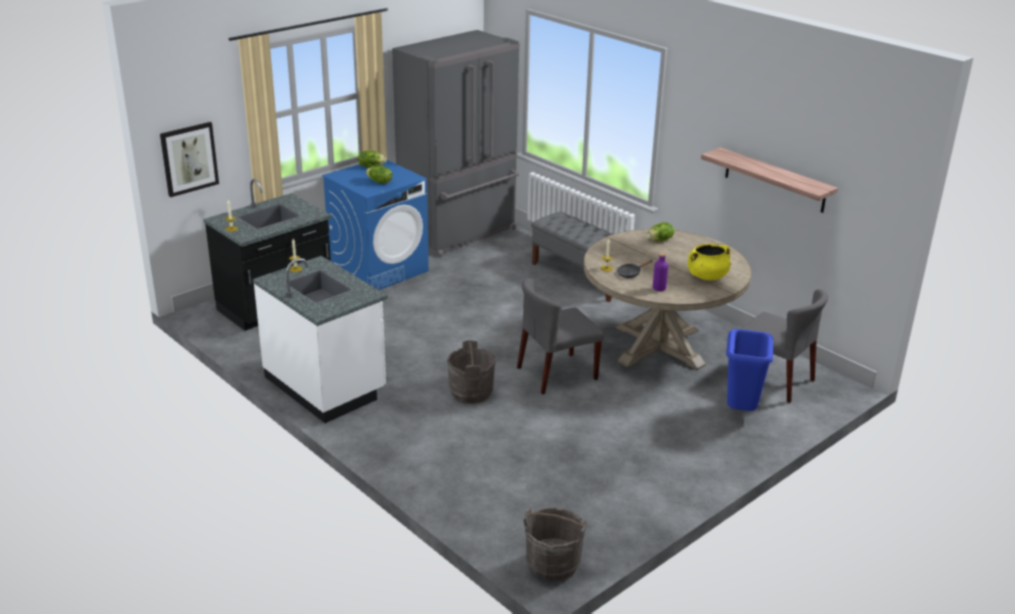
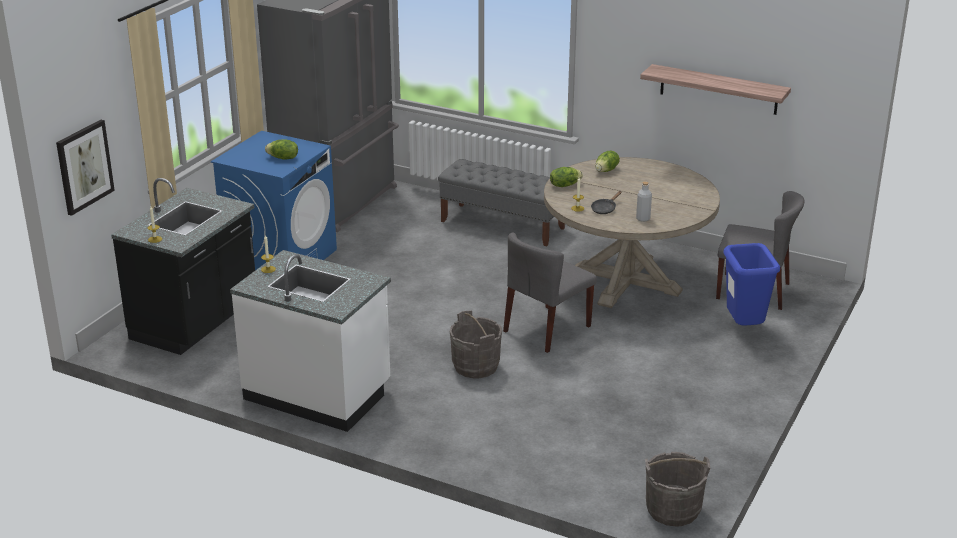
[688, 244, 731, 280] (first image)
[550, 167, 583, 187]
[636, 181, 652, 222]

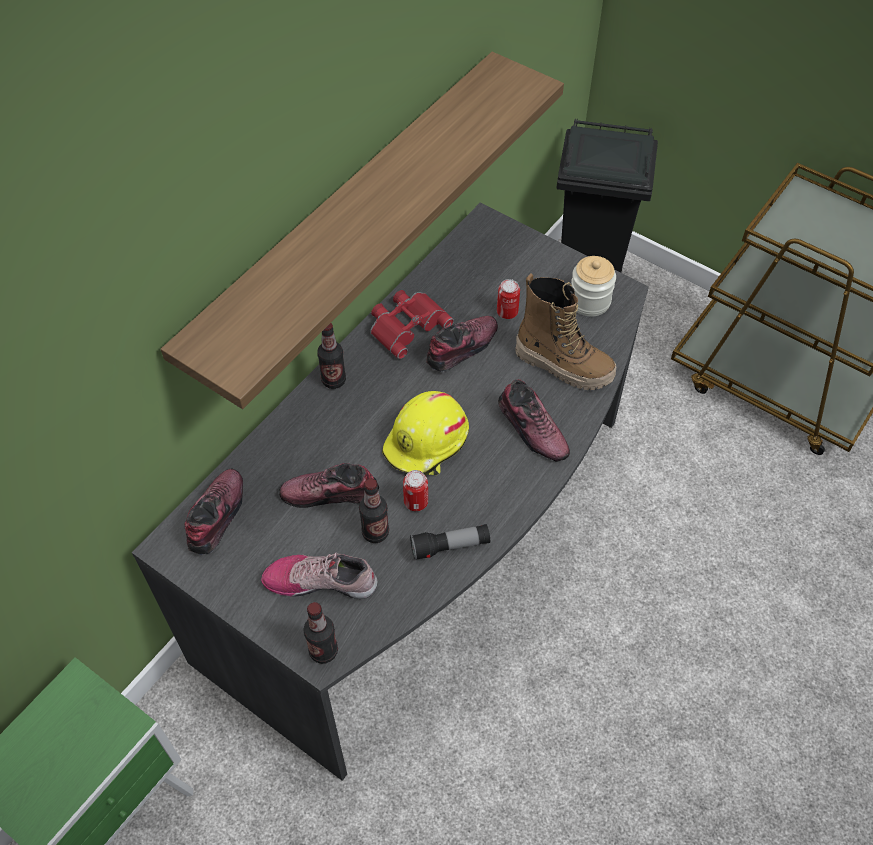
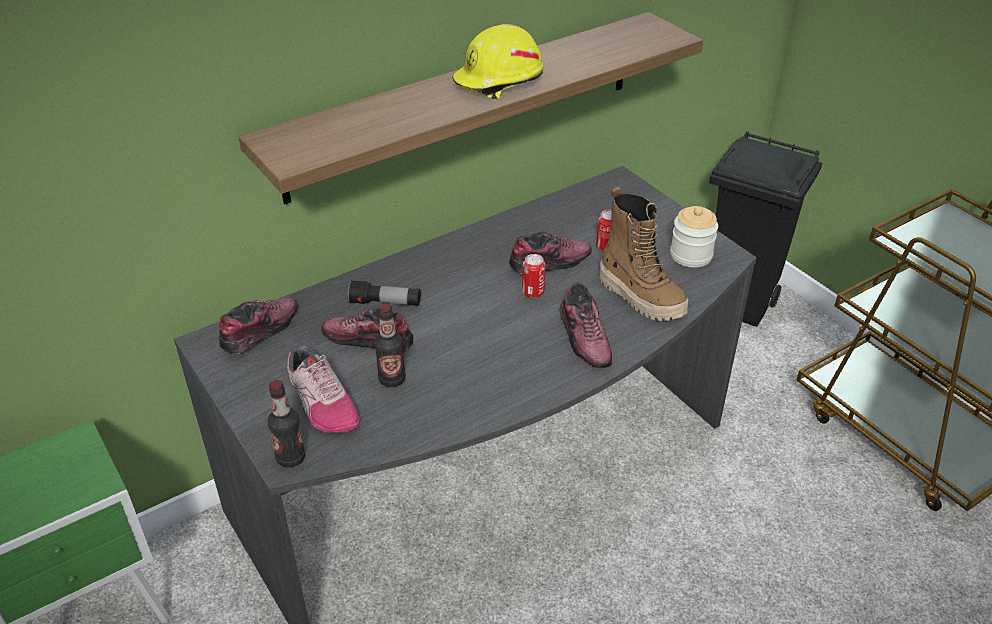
[317, 323, 346, 389] (first image)
[370, 290, 454, 359] (first image)
[452, 24, 544, 99]
[522, 254, 545, 298]
[347, 280, 421, 306]
[287, 346, 360, 433]

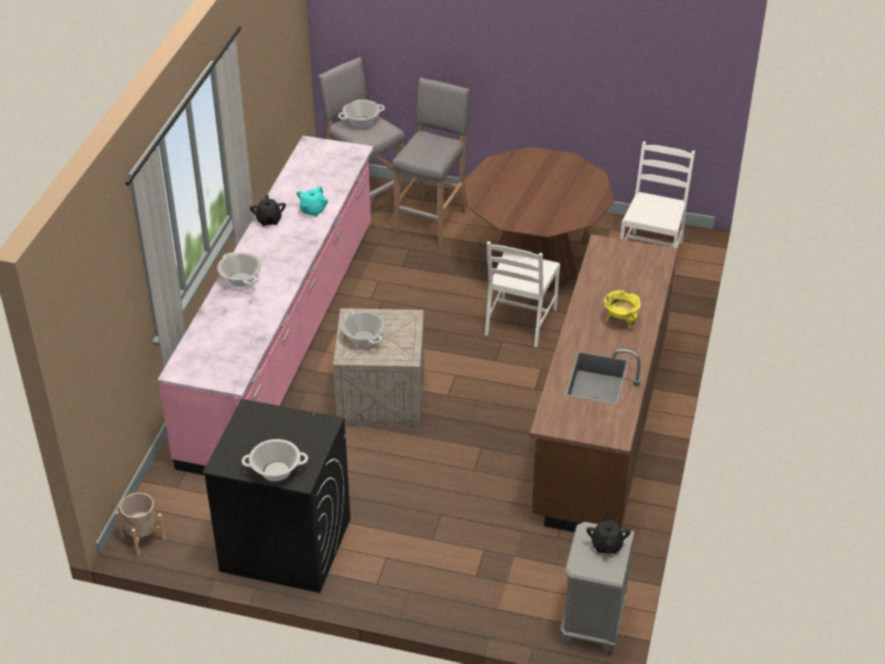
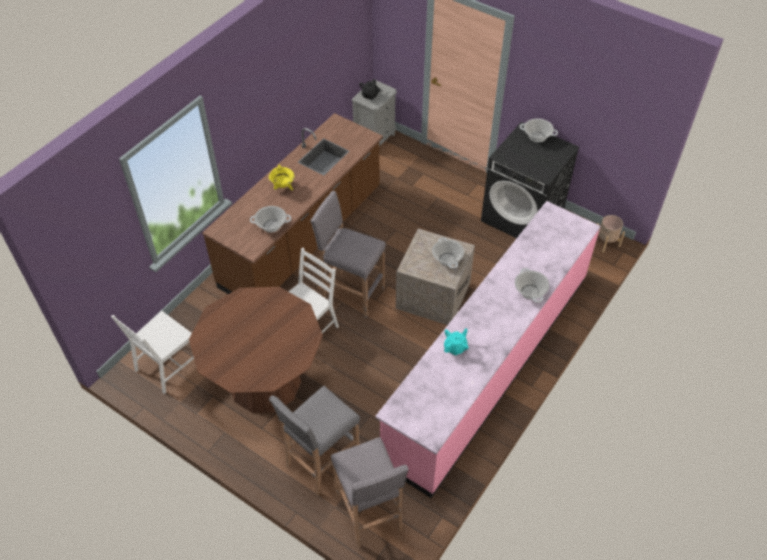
[250, 195, 286, 226] (first image)
[310, 191, 386, 318]
[250, 206, 292, 233]

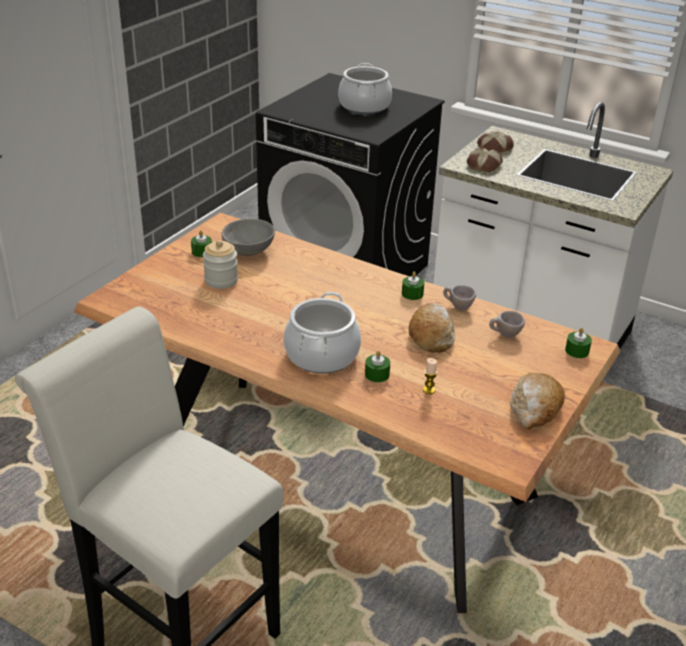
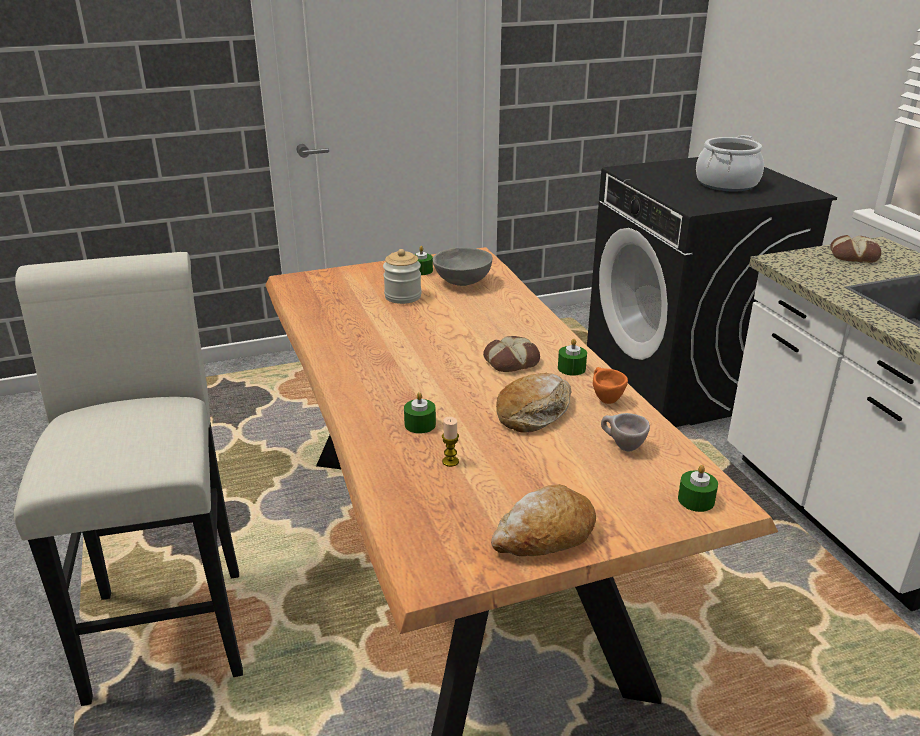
[284, 292, 361, 373] (first image)
[483, 336, 540, 372]
[593, 367, 628, 404]

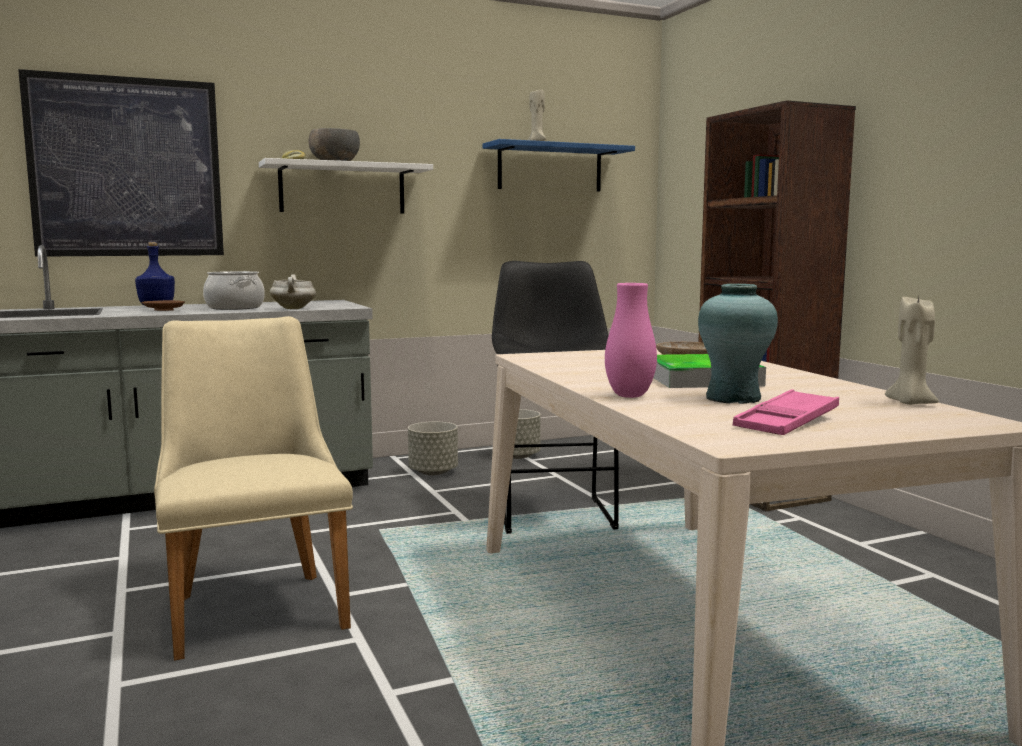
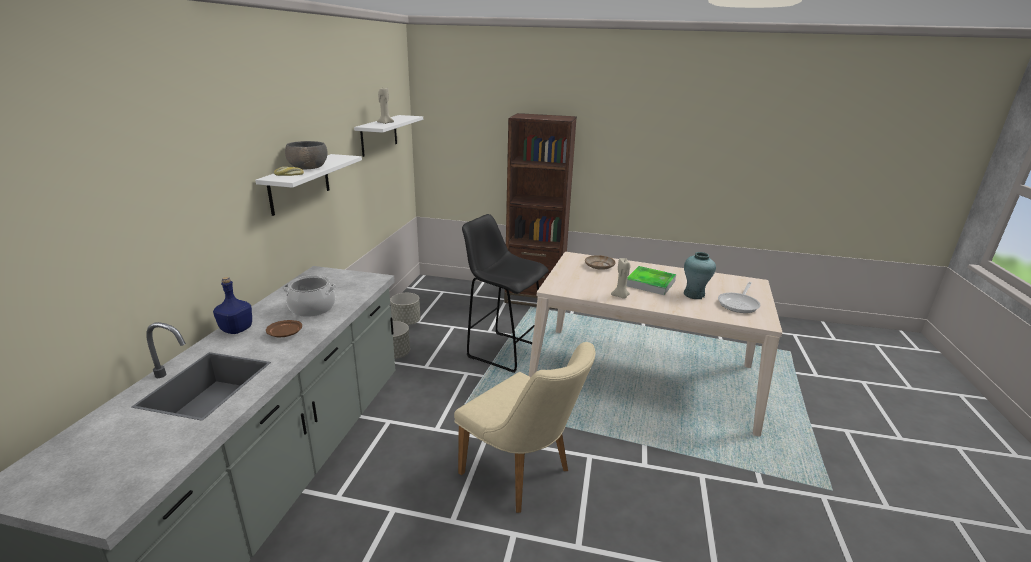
[18, 69, 224, 257] (first image)
[270, 274, 316, 309] (first image)
[605, 283, 657, 398] (first image)
[611, 258, 631, 299]
[718, 282, 761, 313]
[354, 115, 423, 157]
[454, 342, 596, 513]

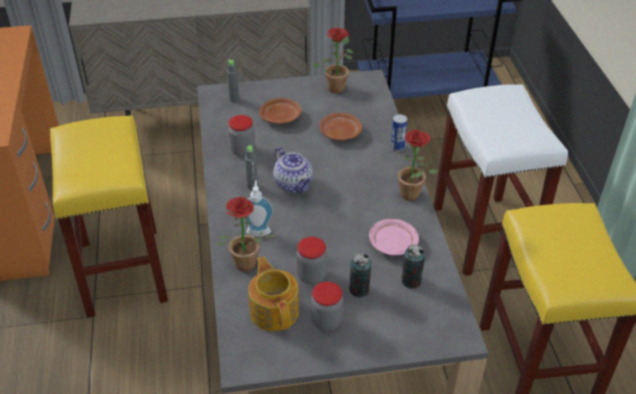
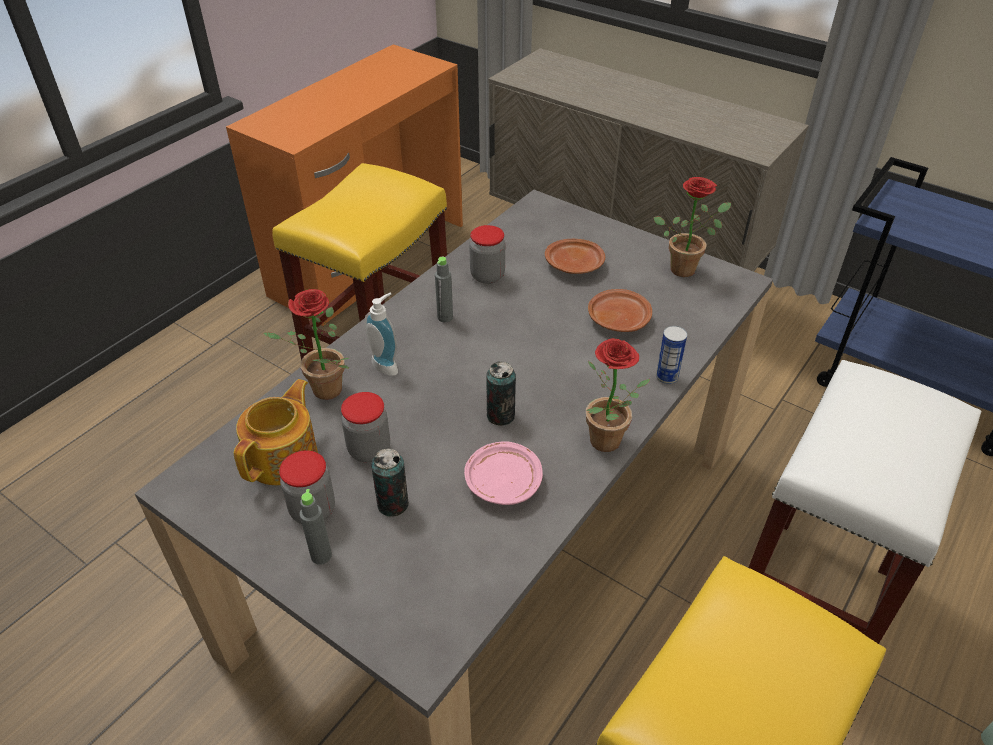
[273, 147, 313, 193] (first image)
[300, 489, 332, 565]
[486, 361, 516, 426]

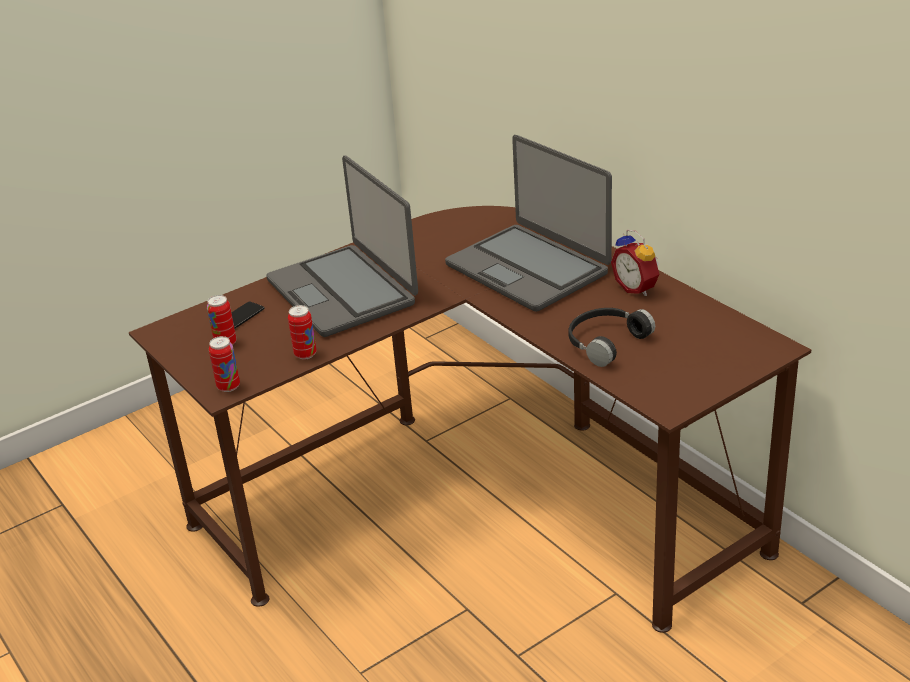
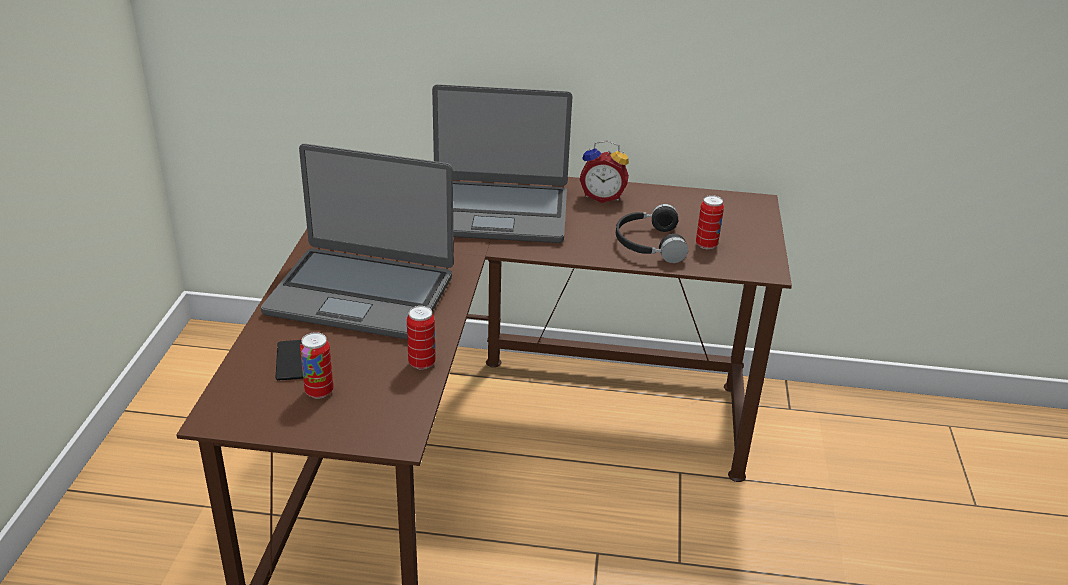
[696, 195, 724, 249]

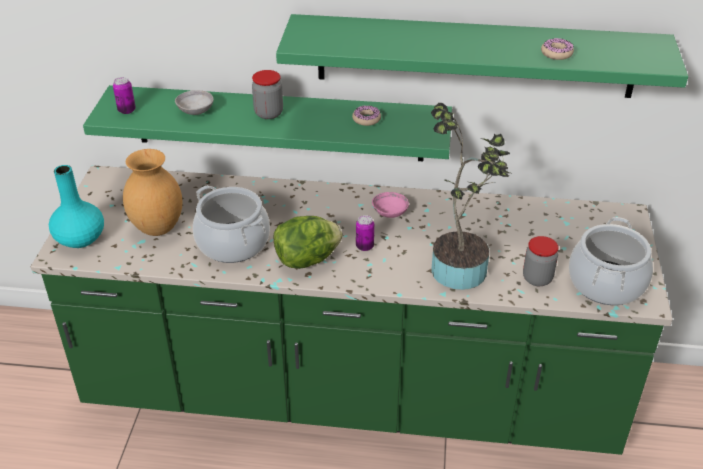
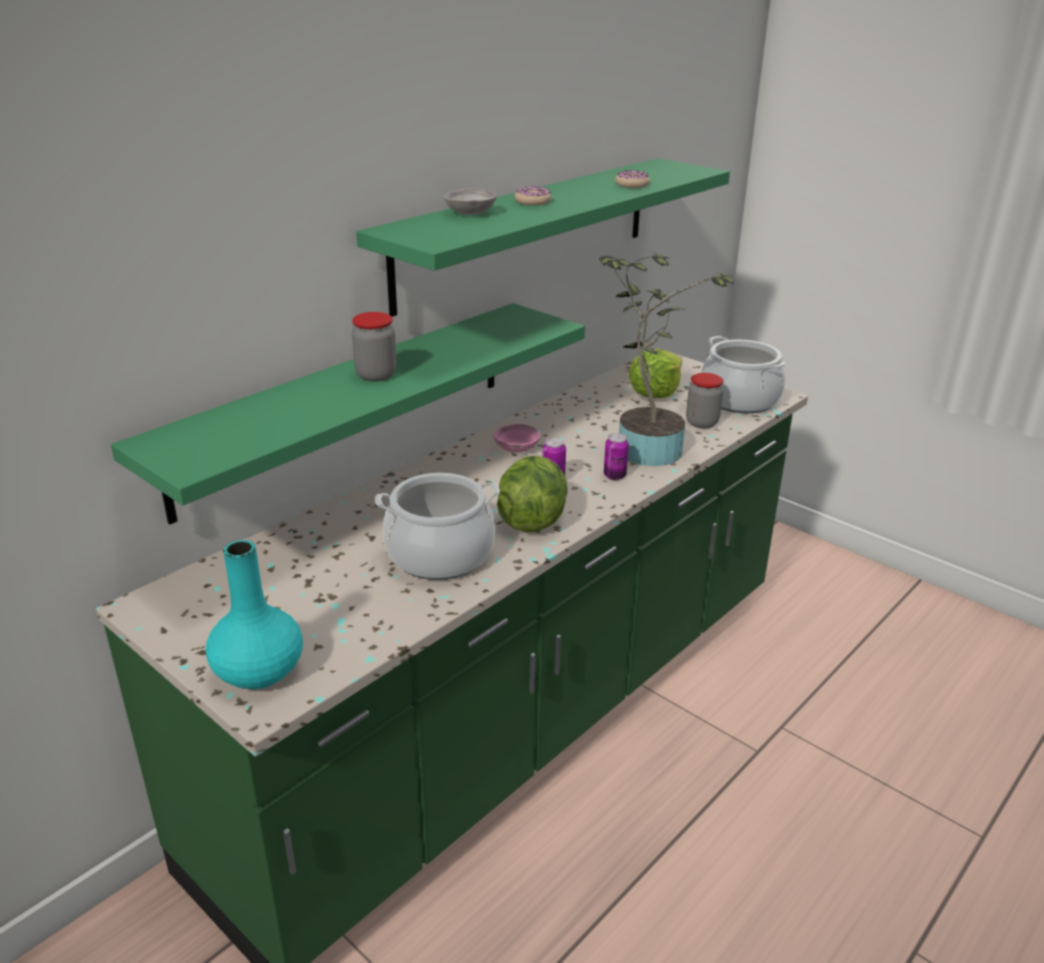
[123, 149, 182, 236] (first image)
[629, 349, 682, 398]
[604, 433, 629, 480]
[444, 188, 497, 215]
[514, 186, 551, 205]

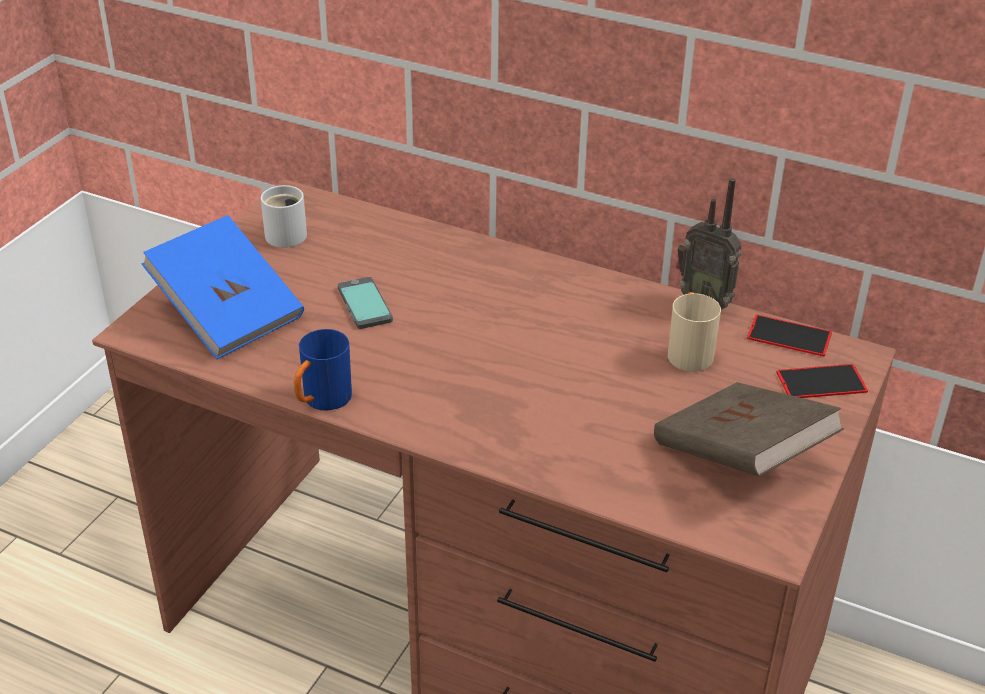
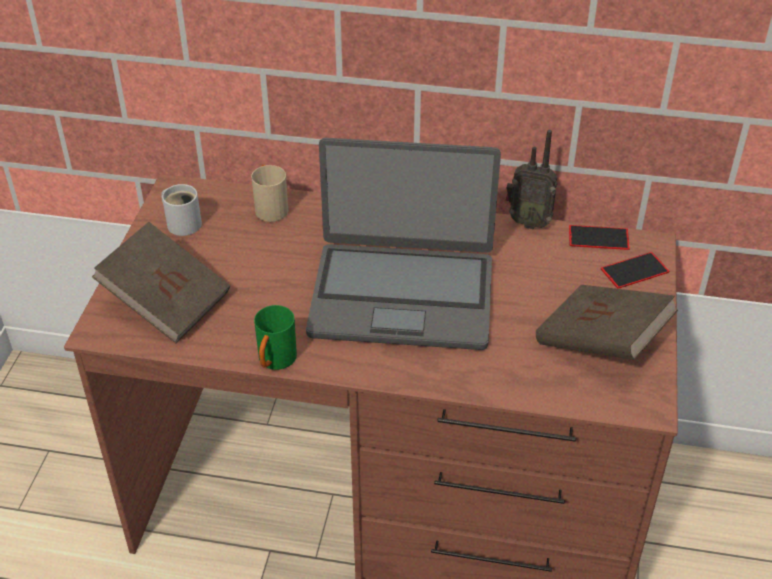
[338, 277, 393, 329] (first image)
[306, 138, 501, 350]
[251, 165, 288, 222]
[92, 222, 230, 343]
[254, 305, 297, 370]

